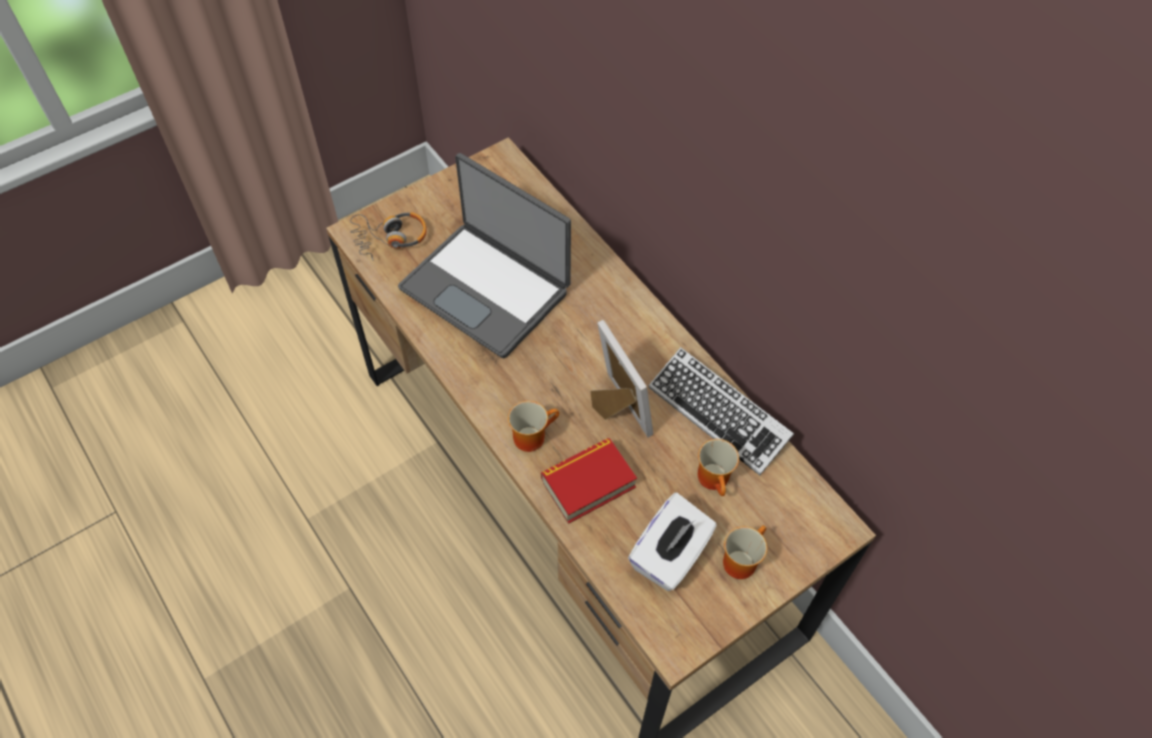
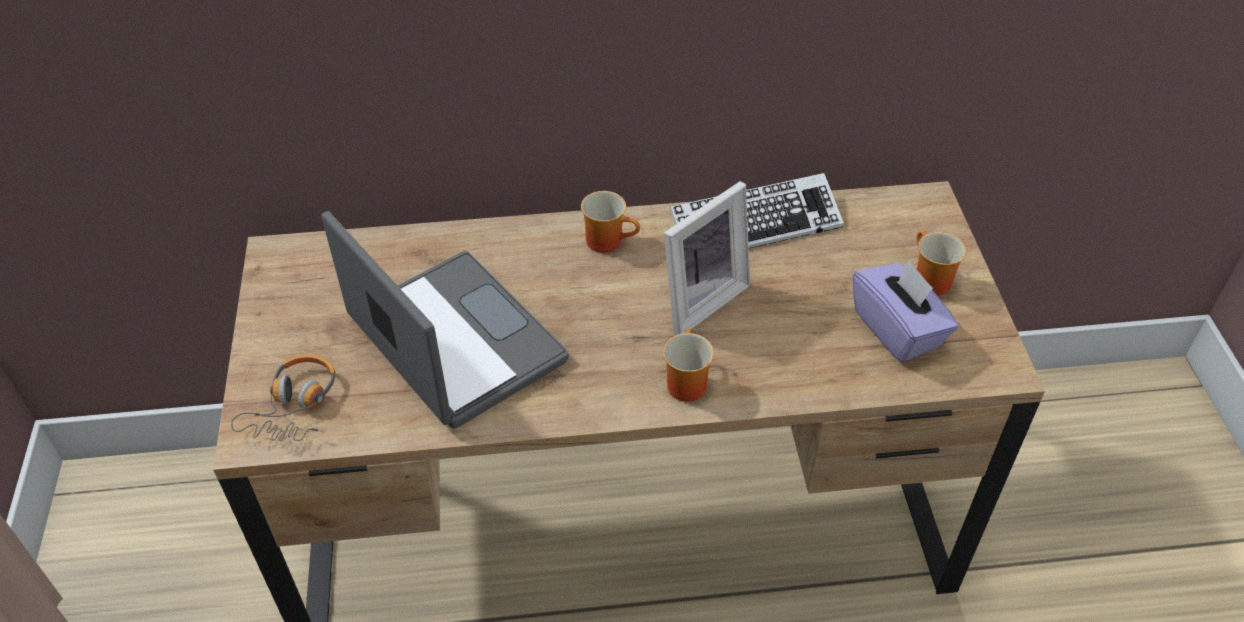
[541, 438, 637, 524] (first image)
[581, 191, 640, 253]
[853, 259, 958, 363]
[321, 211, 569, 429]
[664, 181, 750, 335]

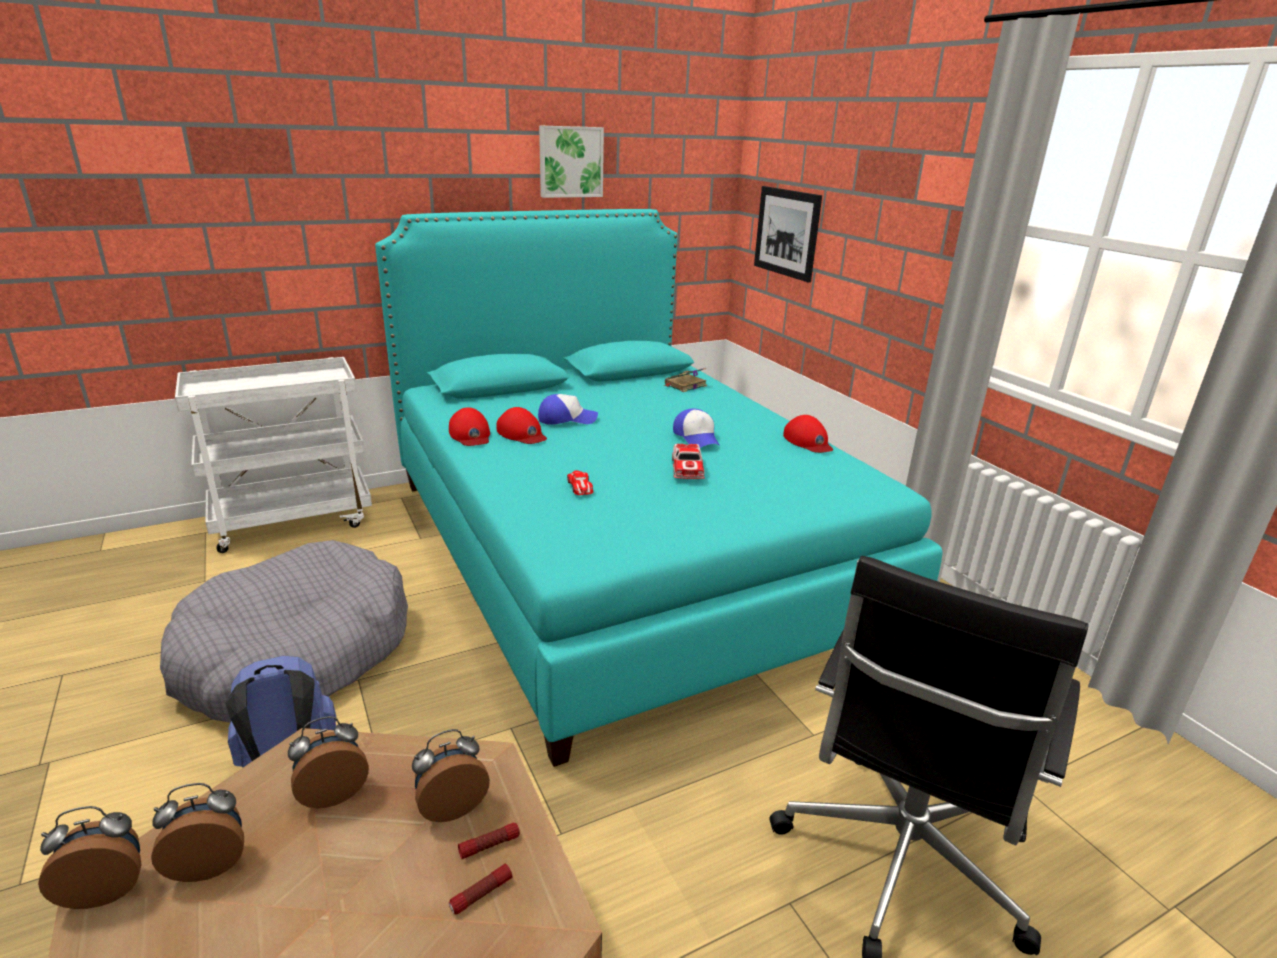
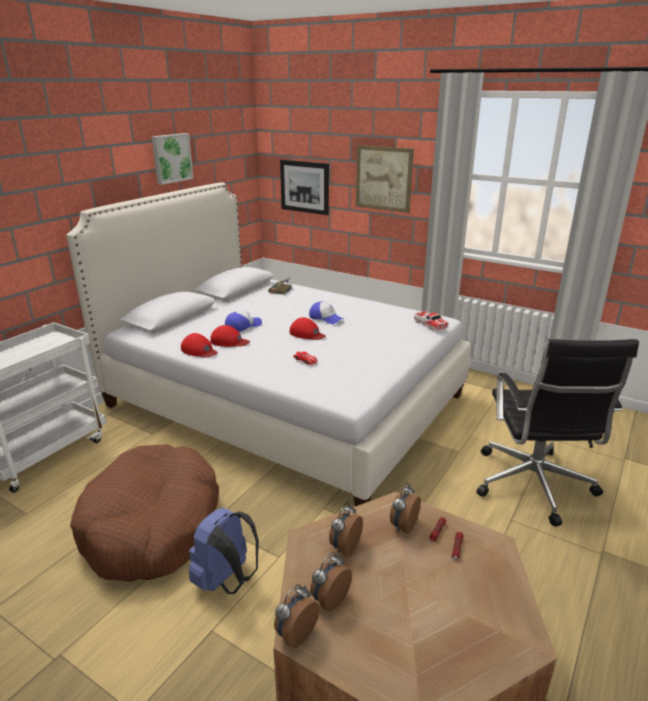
[356, 145, 414, 213]
[414, 311, 449, 331]
[290, 317, 326, 340]
[70, 444, 219, 582]
[66, 182, 471, 506]

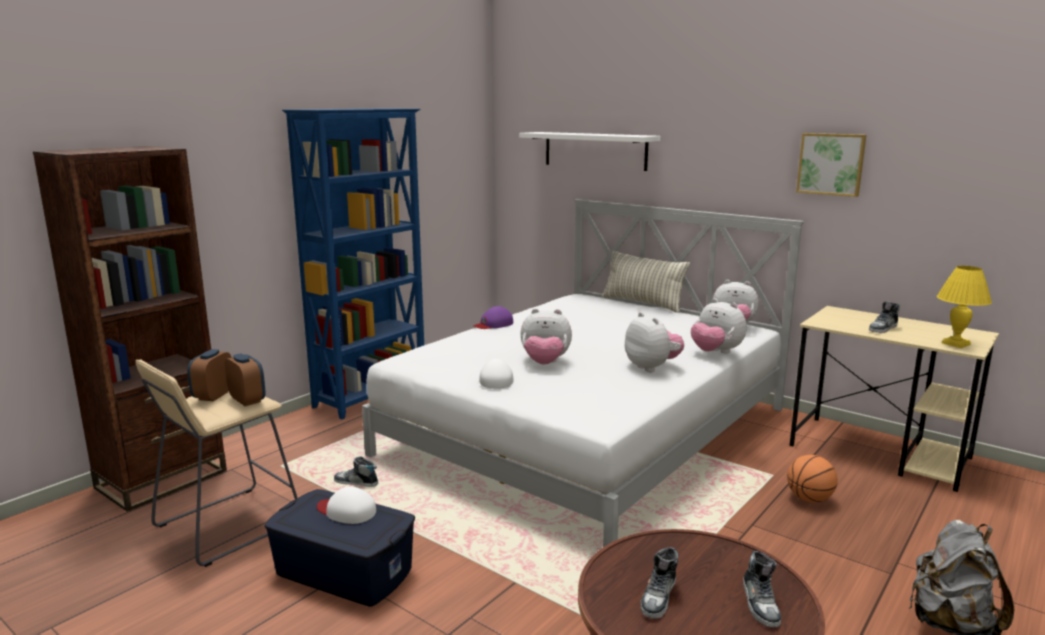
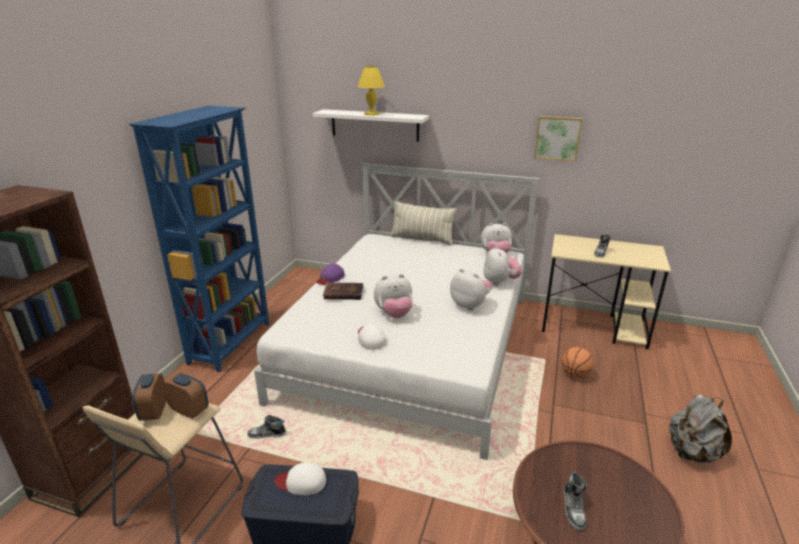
[743, 551, 781, 627] (first image)
[323, 283, 364, 300]
[357, 66, 385, 116]
[483, 246, 521, 286]

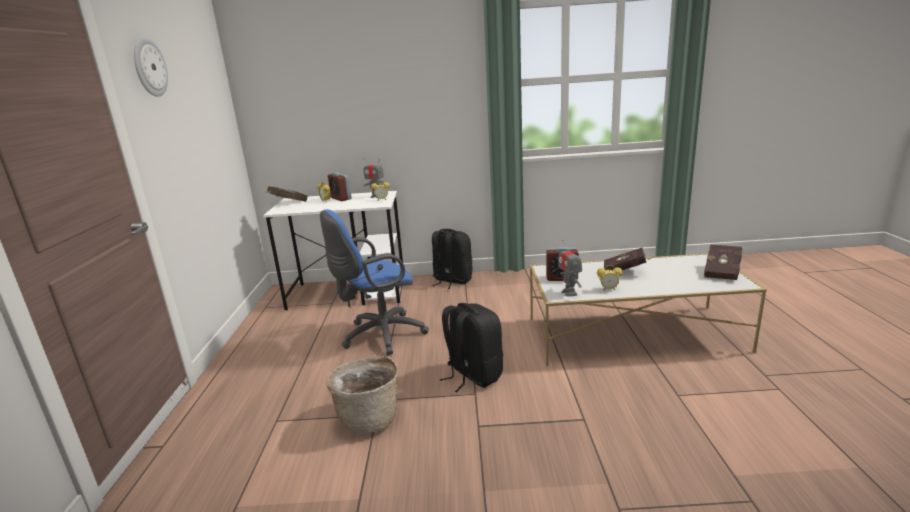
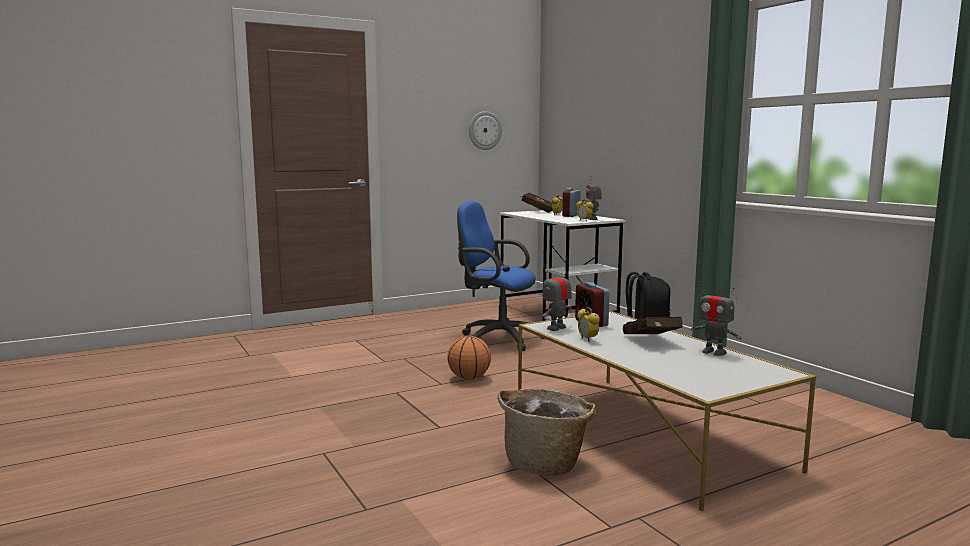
[704, 244, 742, 280] (first image)
[691, 281, 742, 356]
[469, 111, 502, 150]
[497, 388, 596, 476]
[447, 335, 491, 380]

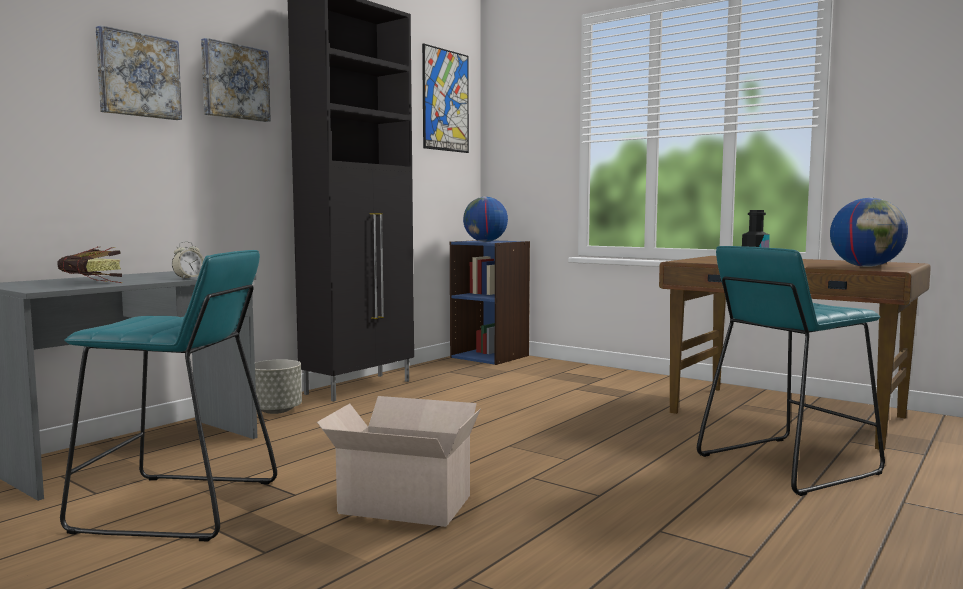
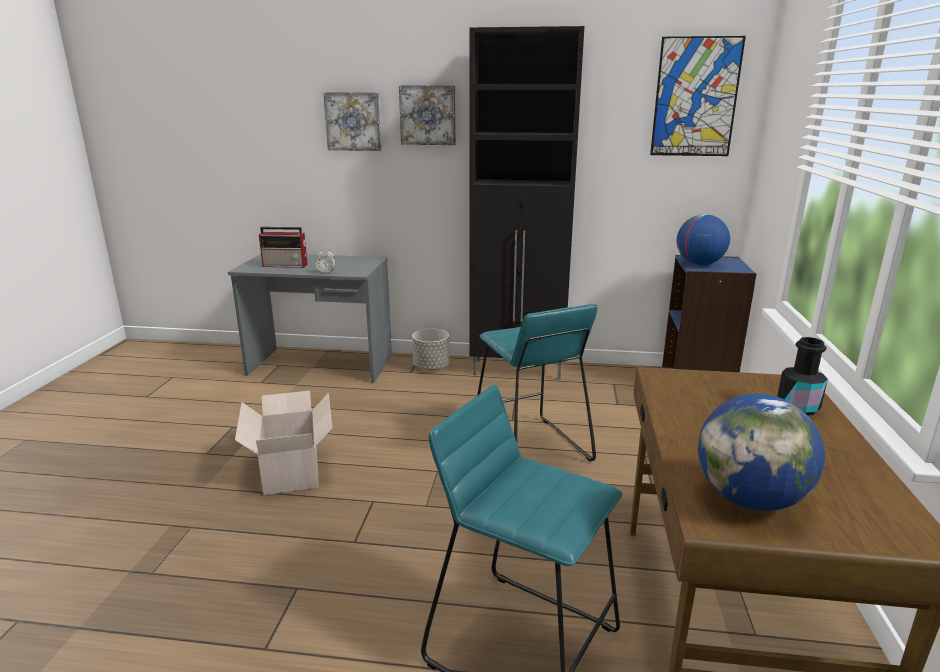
[477, 304, 598, 461]
[259, 227, 307, 268]

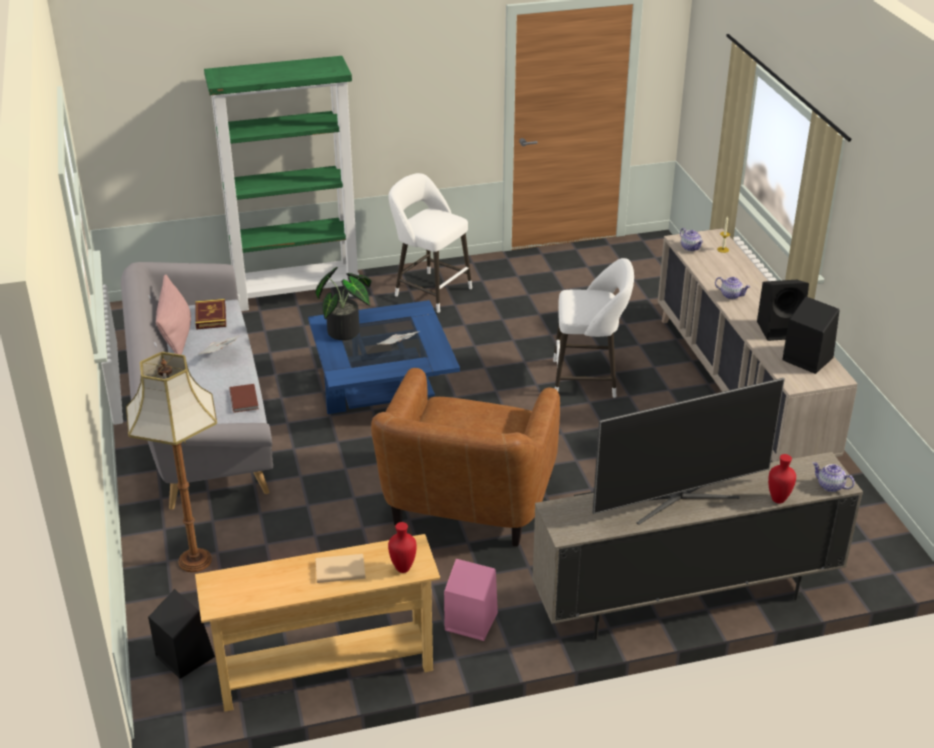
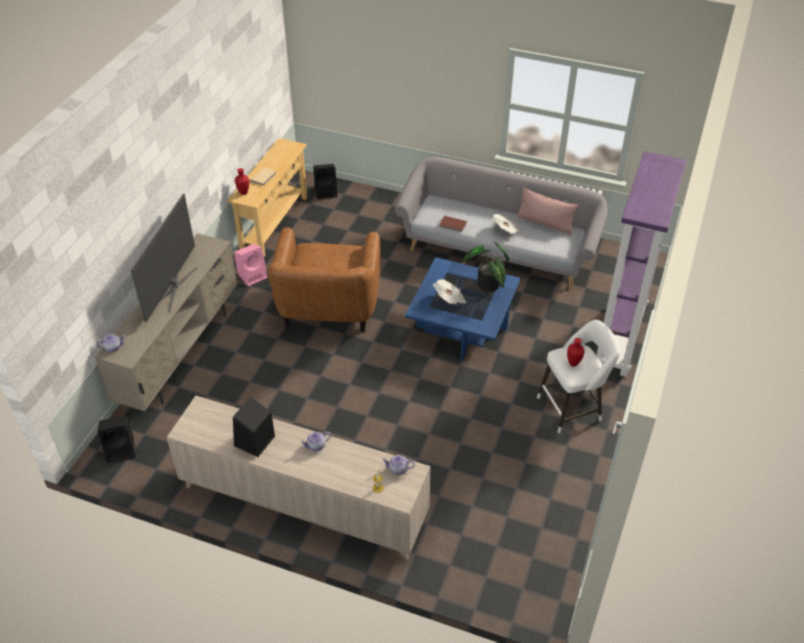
[126, 352, 217, 572] (first image)
[195, 299, 226, 330] (first image)
[553, 258, 634, 398] (first image)
[567, 338, 585, 367]
[97, 416, 135, 463]
[597, 151, 687, 377]
[268, 227, 381, 332]

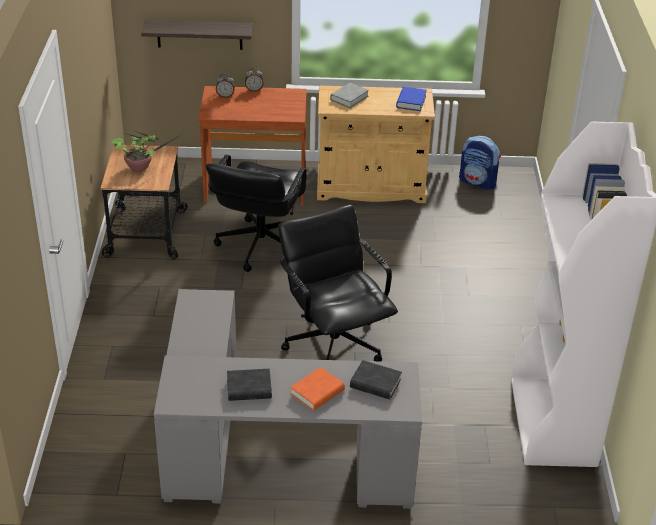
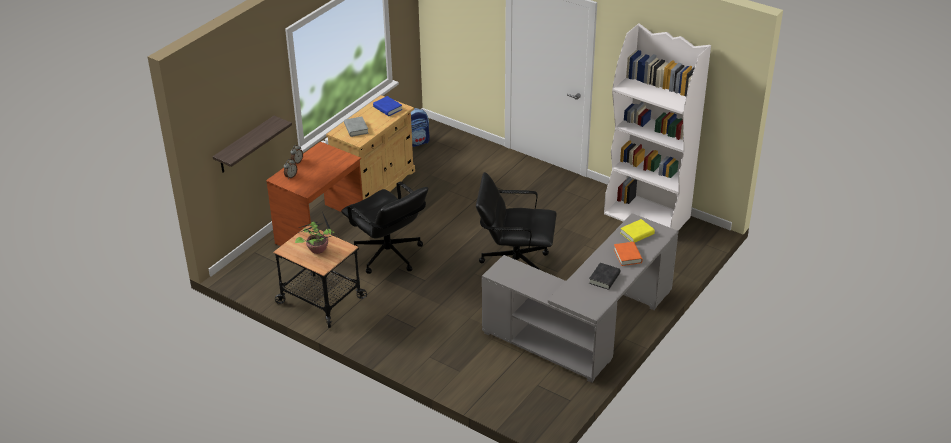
[620, 219, 655, 242]

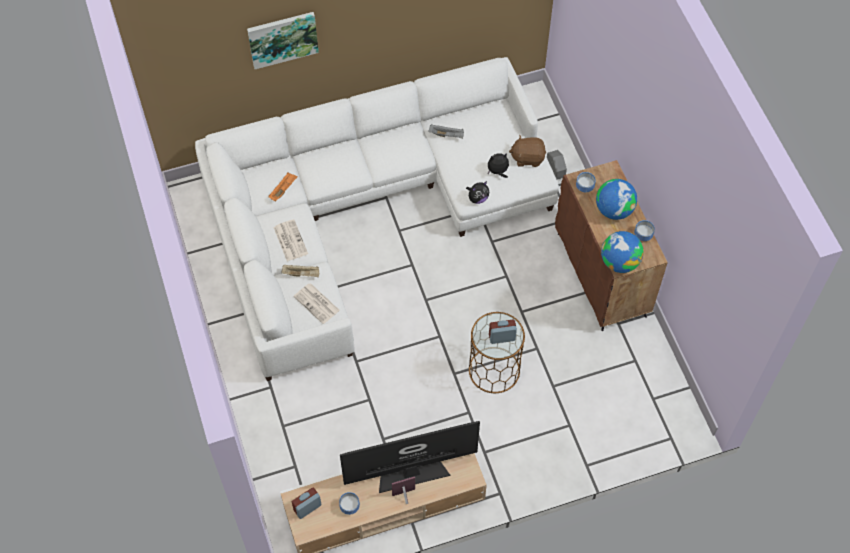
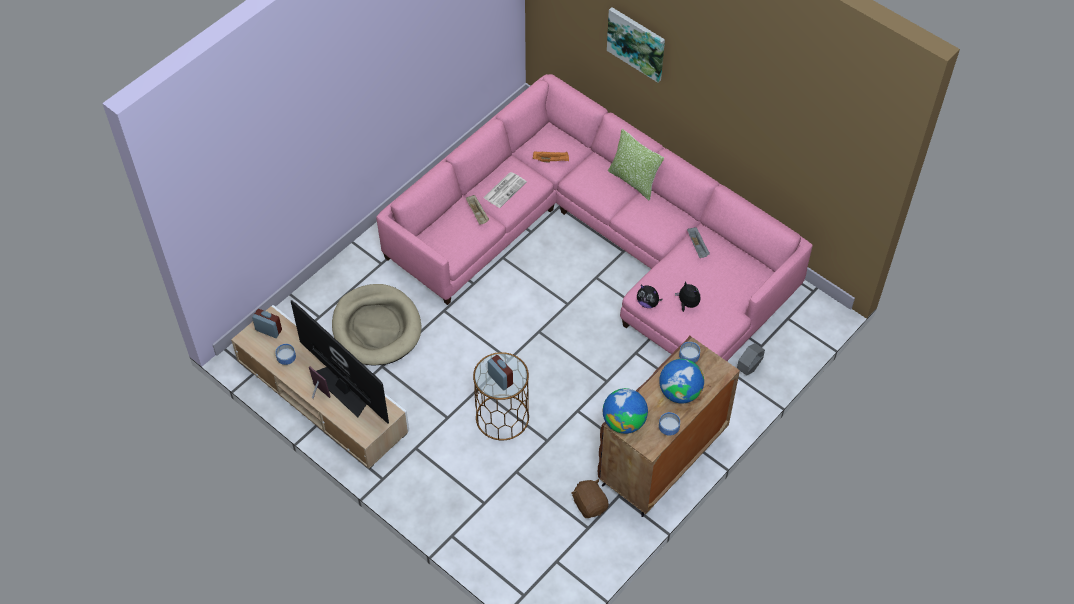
[294, 283, 340, 324] (first image)
[332, 284, 421, 366]
[608, 129, 664, 201]
[571, 479, 609, 518]
[376, 74, 813, 361]

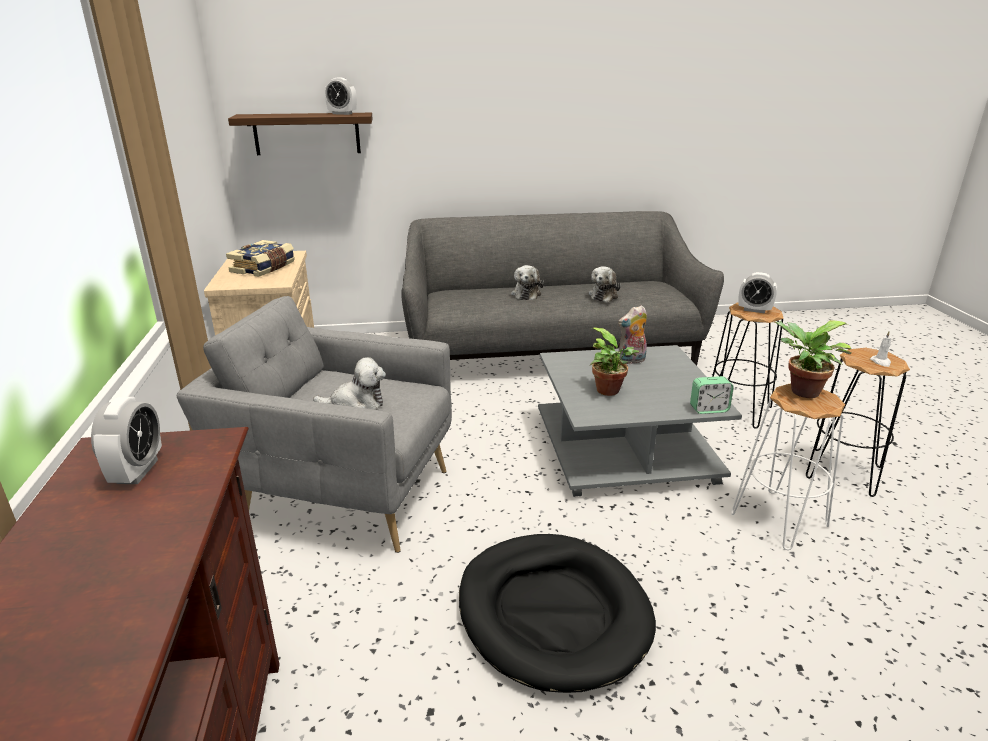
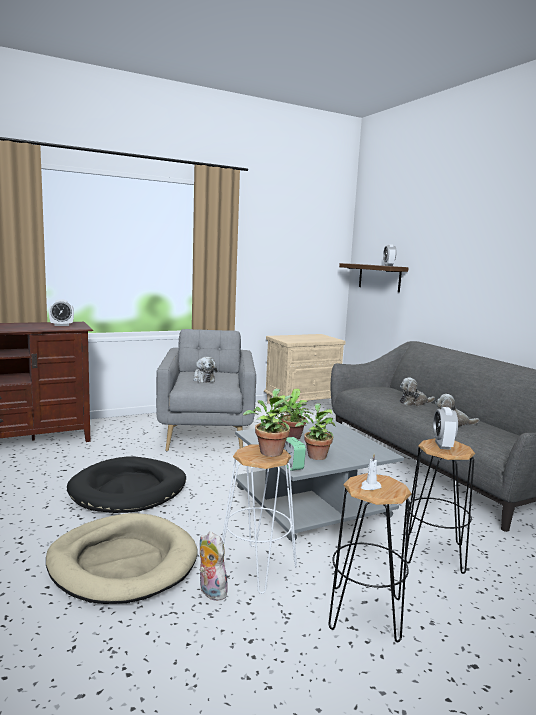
[226, 240, 295, 277] (first image)
[46, 513, 197, 604]
[295, 403, 336, 460]
[199, 531, 229, 601]

